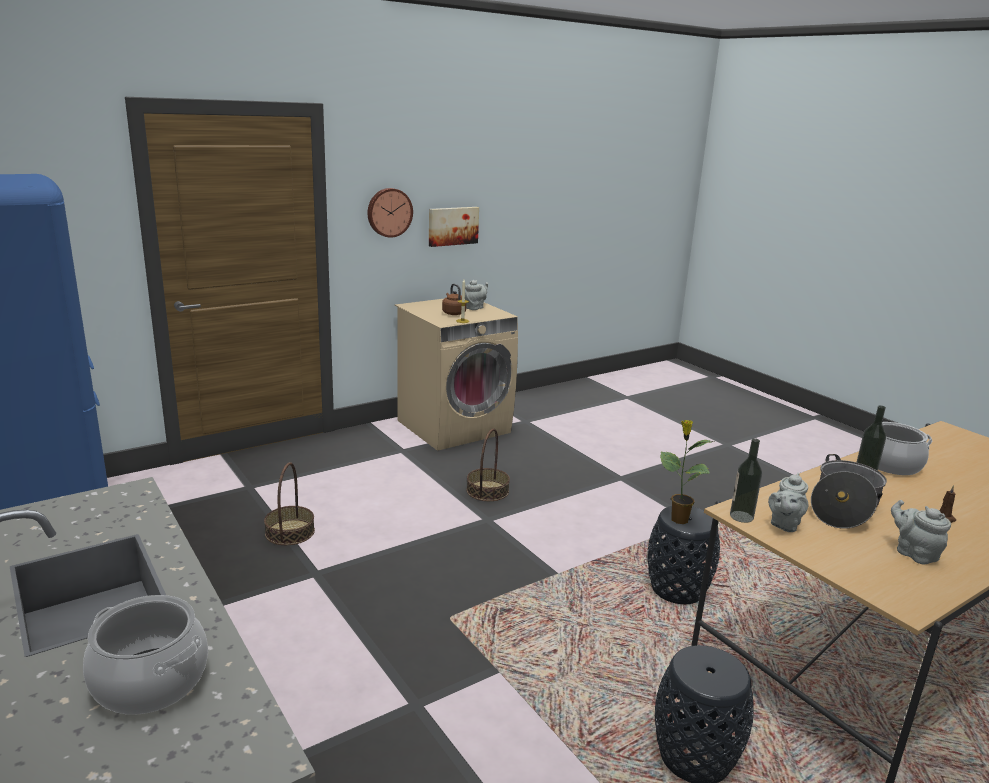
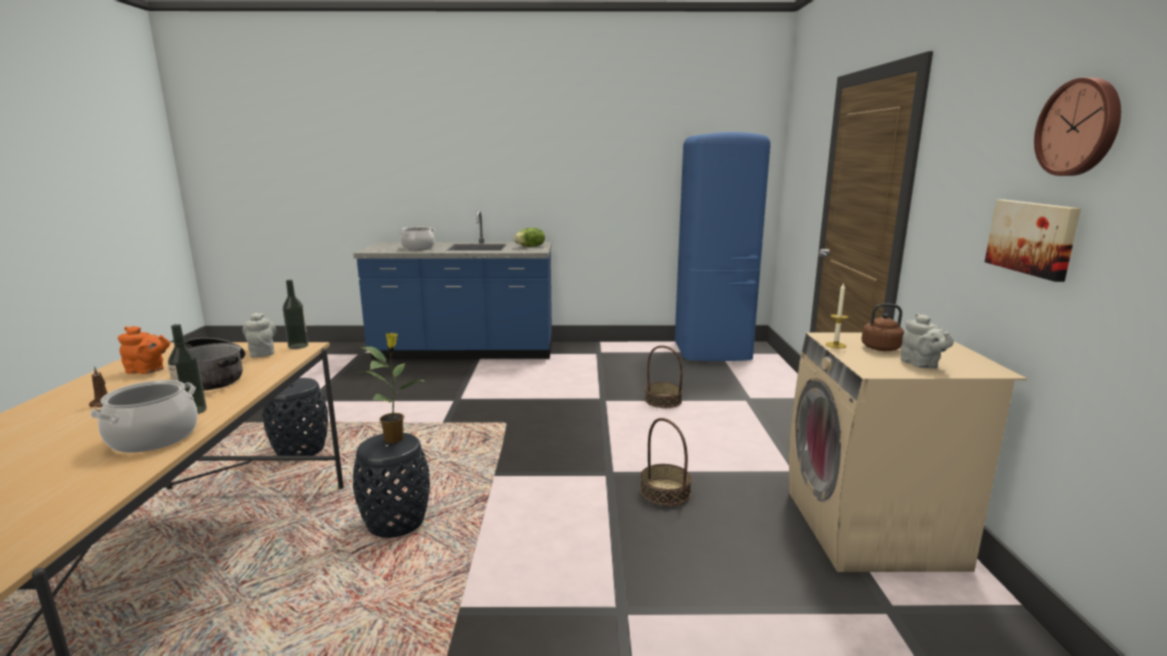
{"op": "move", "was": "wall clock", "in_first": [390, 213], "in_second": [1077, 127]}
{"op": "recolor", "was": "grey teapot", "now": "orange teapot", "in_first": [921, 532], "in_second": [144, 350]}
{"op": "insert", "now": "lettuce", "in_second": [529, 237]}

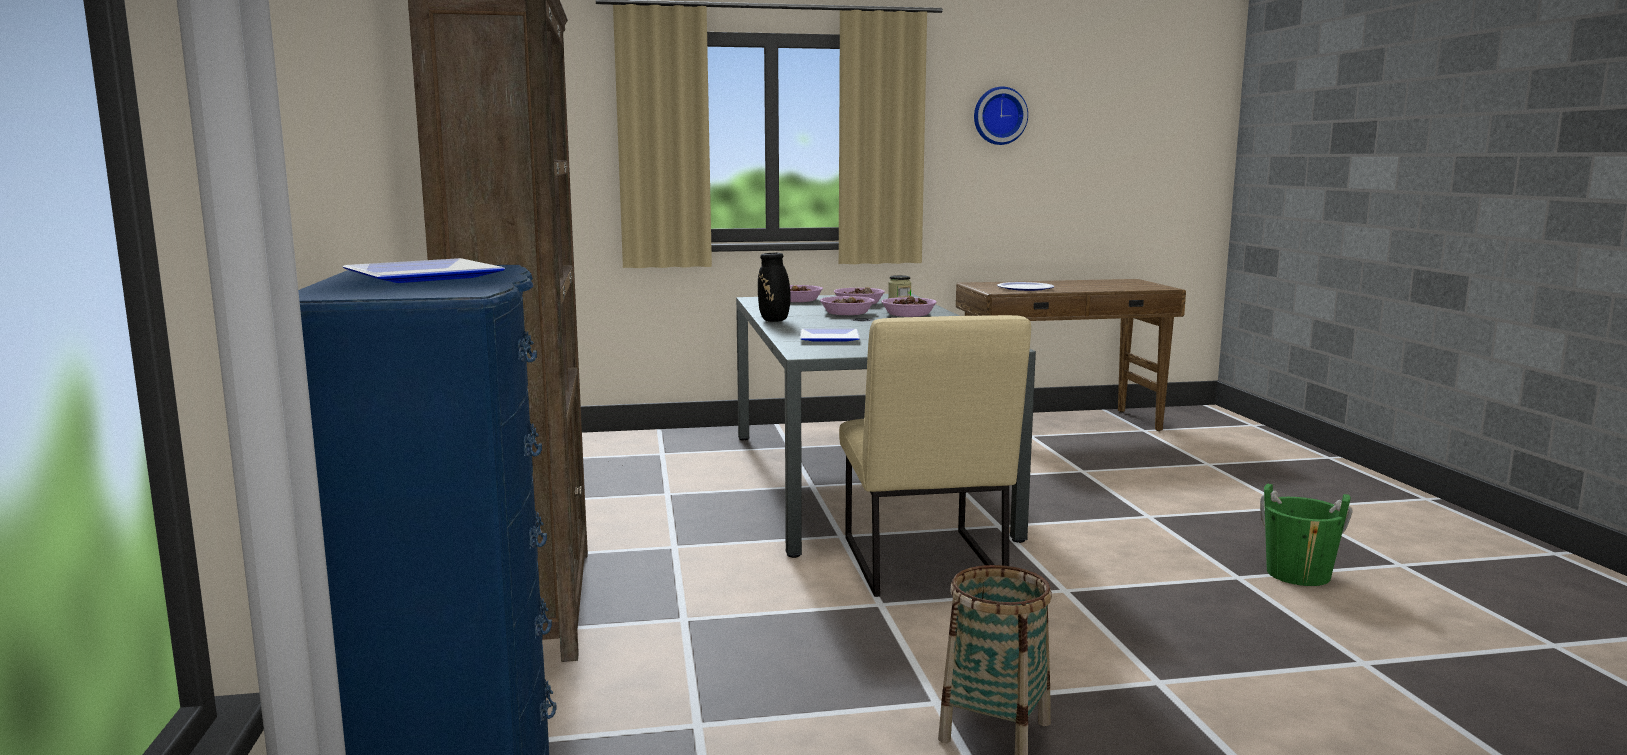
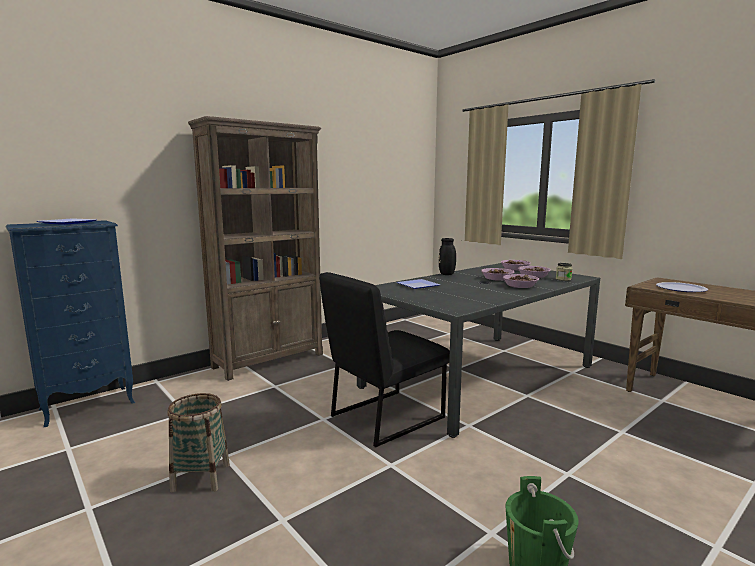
{"op": "recolor", "was": "beige chair", "now": "black chair", "in_first": [935, 456], "in_second": [384, 359]}
{"op": "delete", "was": "wall clock", "in_first": [1001, 115]}

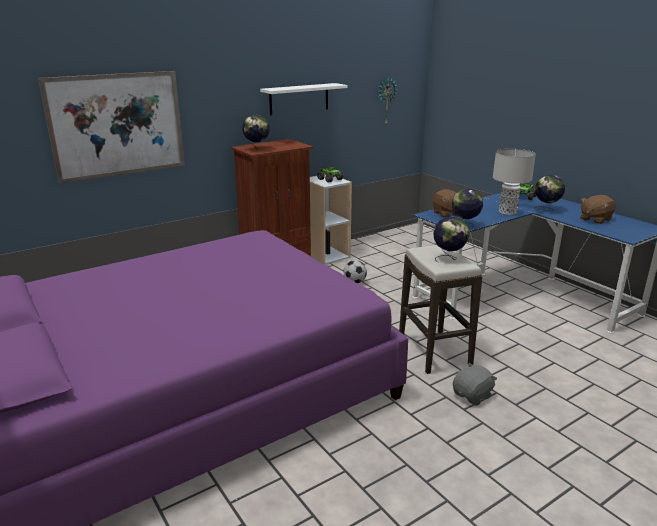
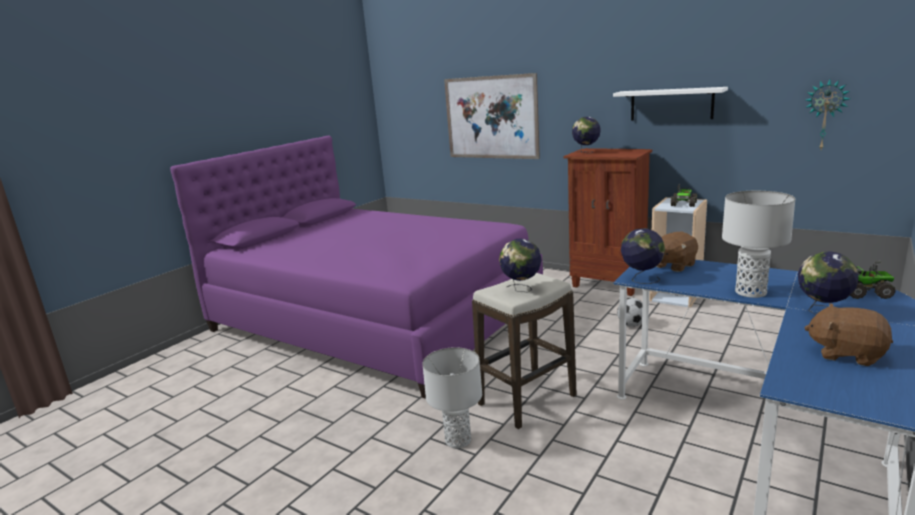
{"op": "replace", "was": "grey plush toy", "now": "white table lamp", "in_first": [475, 384], "in_second": [452, 397]}

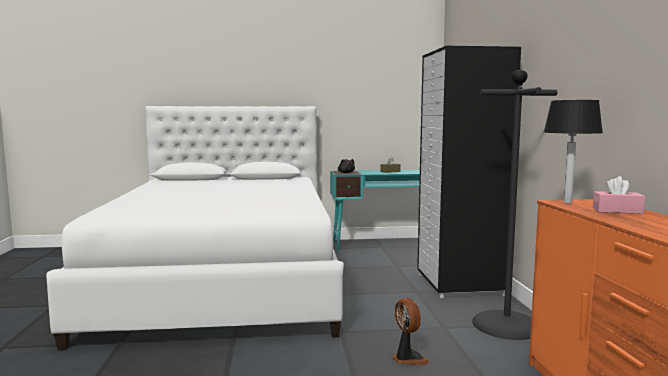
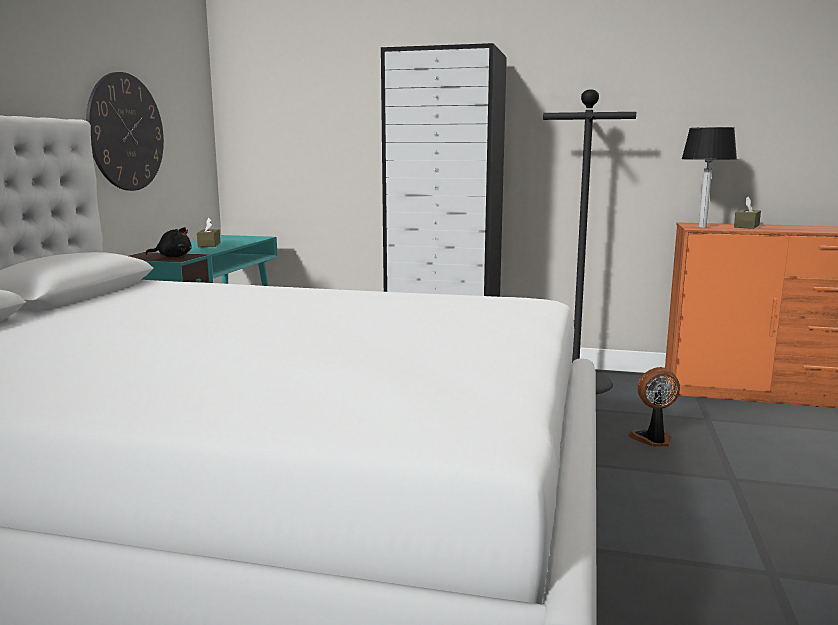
{"op": "recolor", "was": "pink tissue box", "now": "brown tissue box", "in_first": [619, 195], "in_second": [747, 212]}
{"op": "insert", "now": "wall clock", "in_second": [125, 131]}

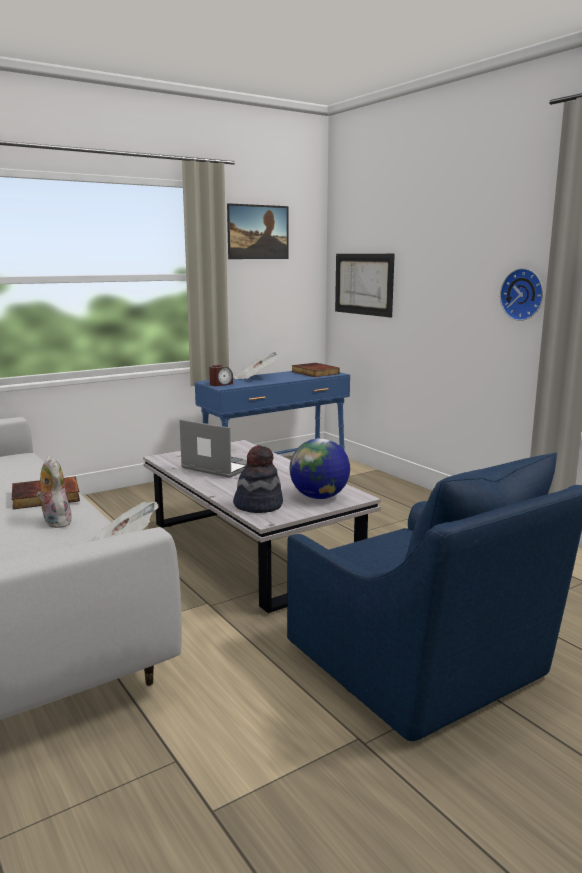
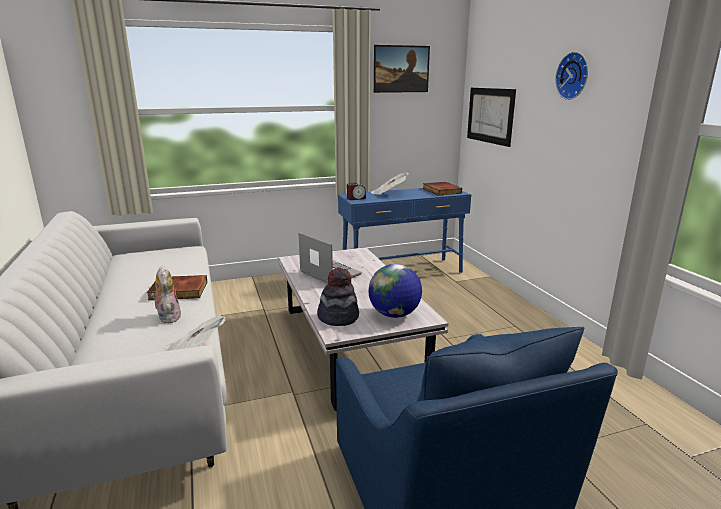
{"op": "move", "was": "wall clock", "in_first": [521, 294], "in_second": [571, 76]}

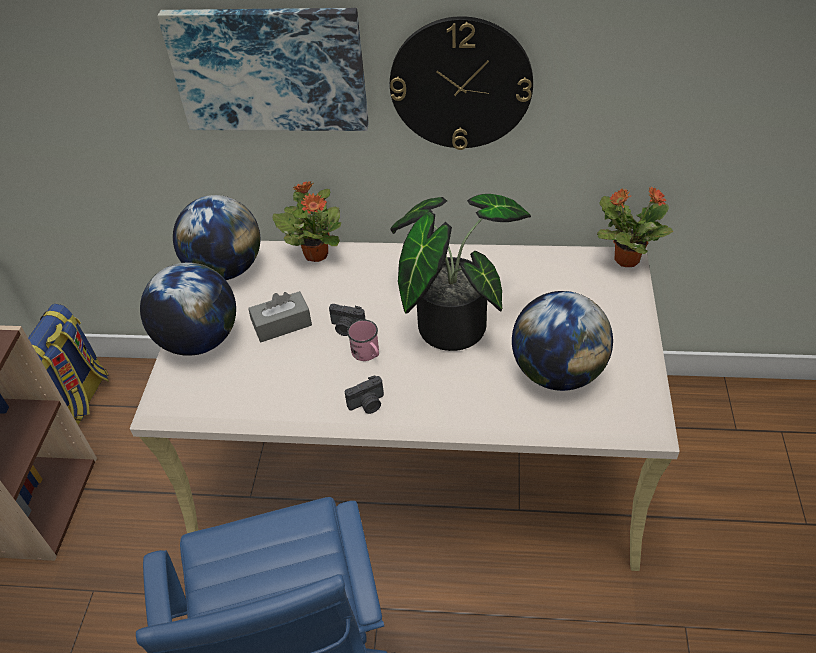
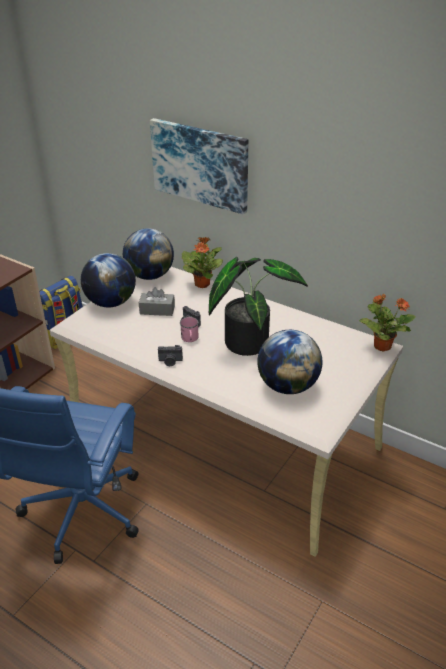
{"op": "delete", "was": "wall clock", "in_first": [461, 83]}

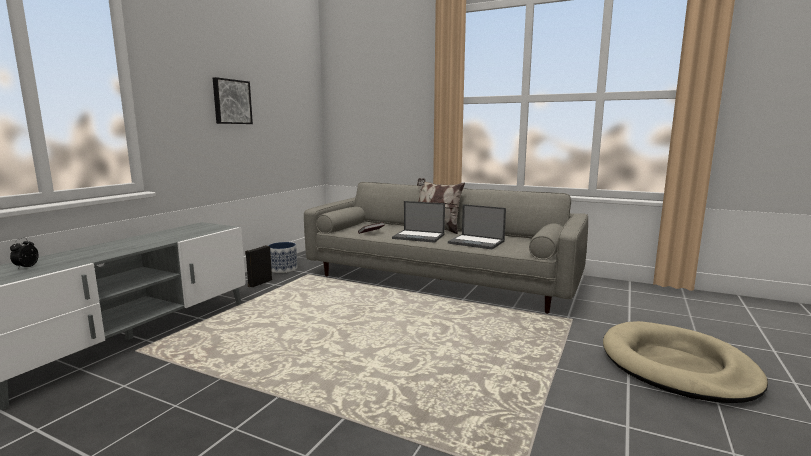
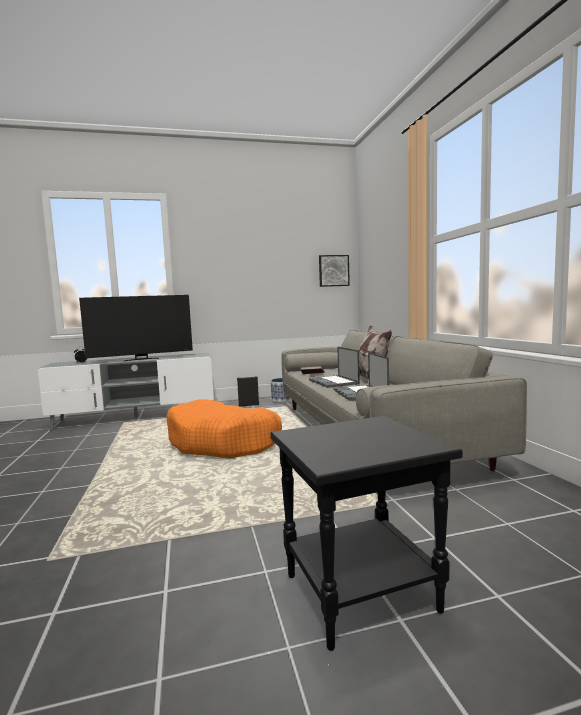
{"op": "move", "was": "picture", "in_first": [233, 100], "in_second": [334, 271]}
{"op": "replace", "was": "beige dog bed", "now": "black side table", "in_first": [685, 362], "in_second": [366, 533]}
{"op": "insert", "now": "television", "in_second": [136, 328]}
{"op": "insert", "now": "orange dog bed", "in_second": [224, 428]}

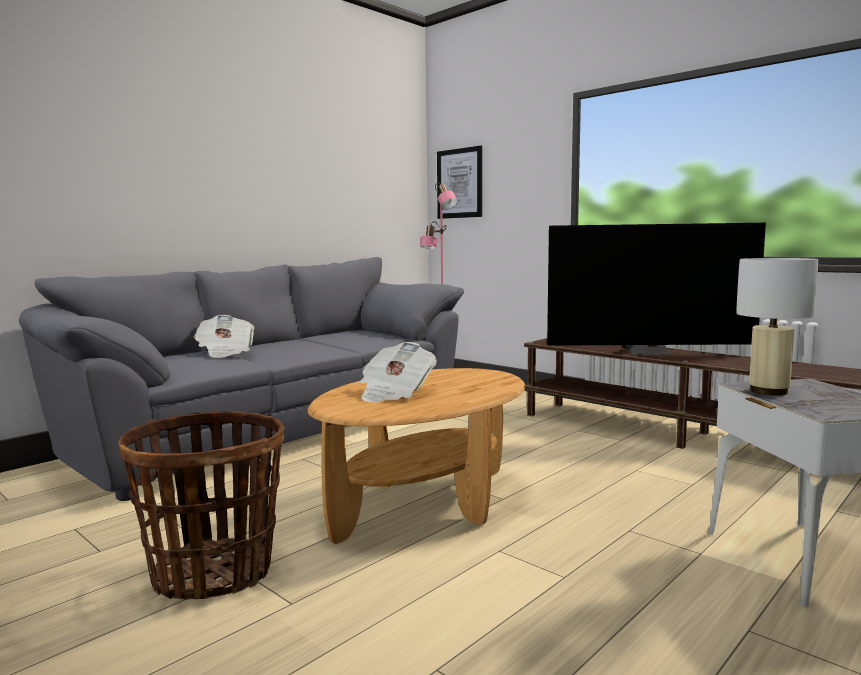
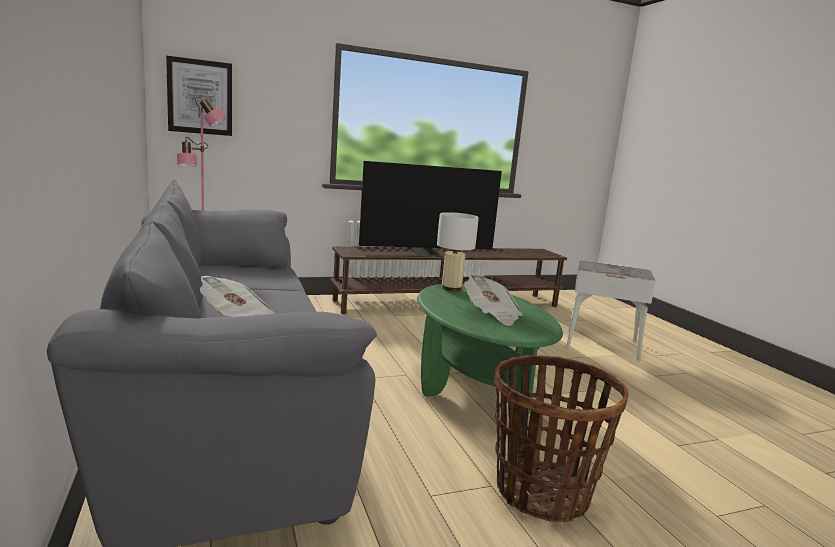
{"op": "recolor", "was": "brown coffee table", "now": "green coffee table", "in_first": [417, 456], "in_second": [490, 350]}
{"op": "rotate", "was": "television", "in_first": [656, 289], "in_second": [430, 208], "clockwise": 45}
{"op": "move", "was": "white table lamp", "in_first": [777, 327], "in_second": [458, 251]}

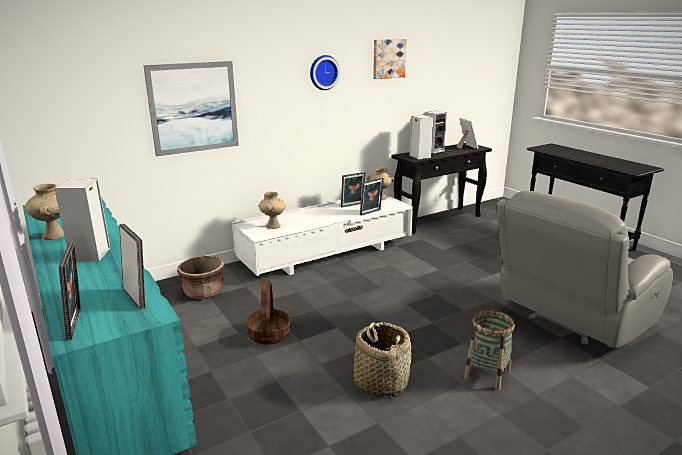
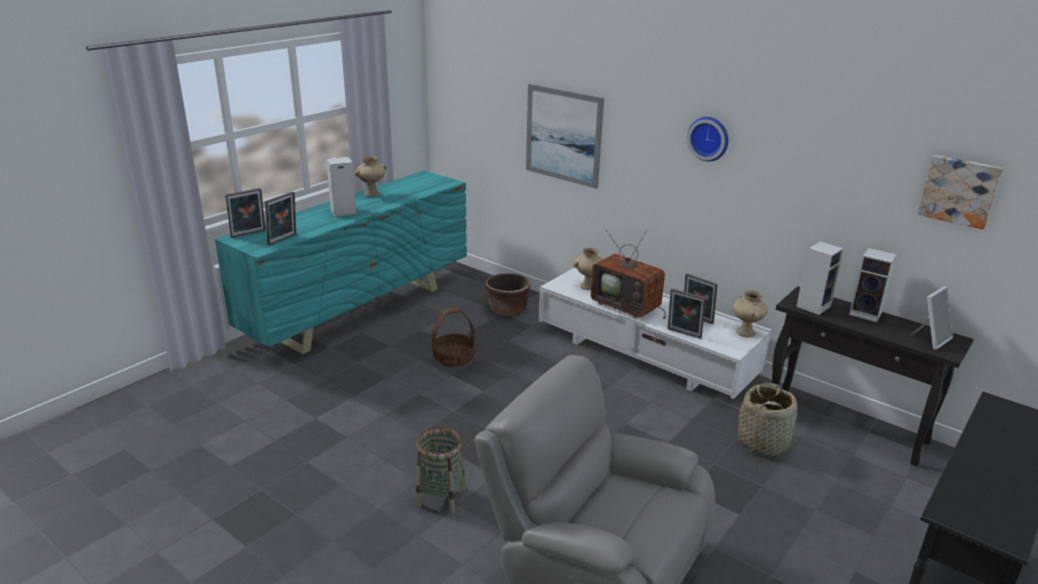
{"op": "move", "was": "basket", "in_first": [382, 359], "in_second": [767, 420]}
{"op": "move", "was": "picture", "in_first": [390, 59], "in_second": [960, 192]}
{"op": "insert", "now": "television", "in_second": [628, 274]}

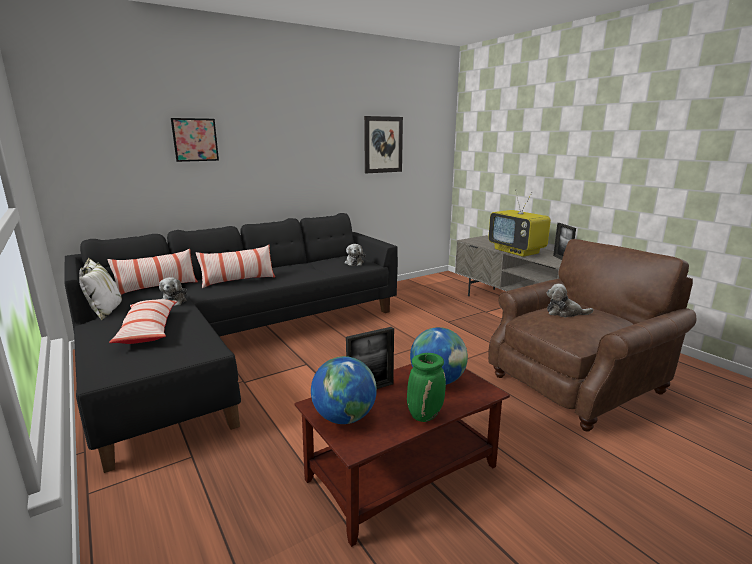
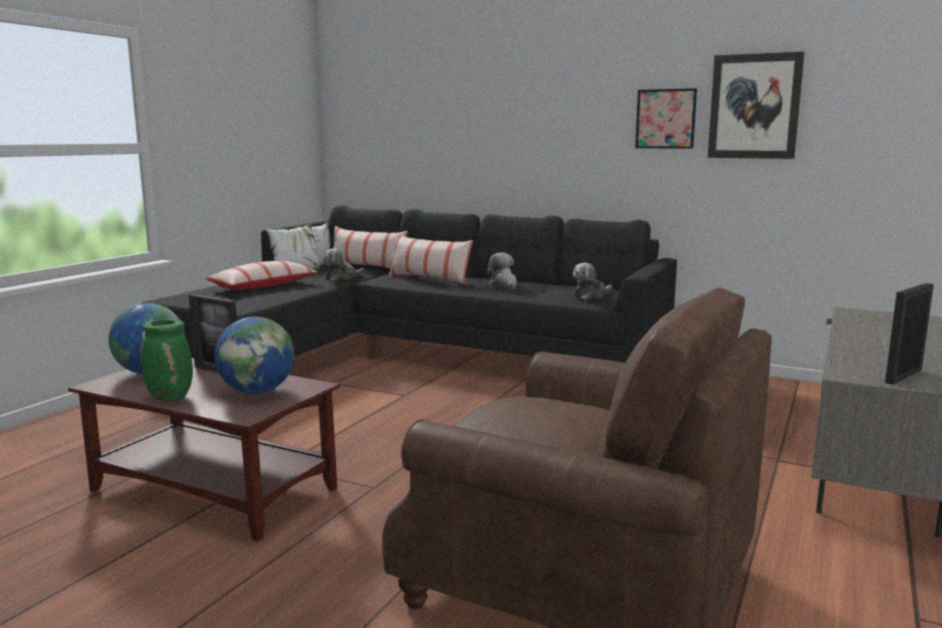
{"op": "move", "was": "picture", "in_first": [195, 140], "in_second": [666, 118]}
{"op": "delete", "was": "television", "in_first": [519, 223]}
{"op": "move", "was": "plush toy", "in_first": [570, 300], "in_second": [502, 271]}

